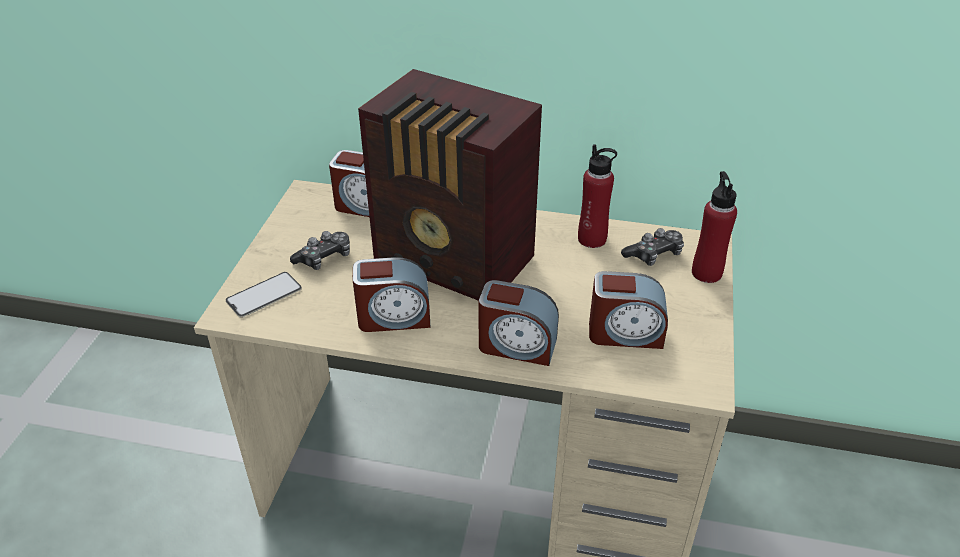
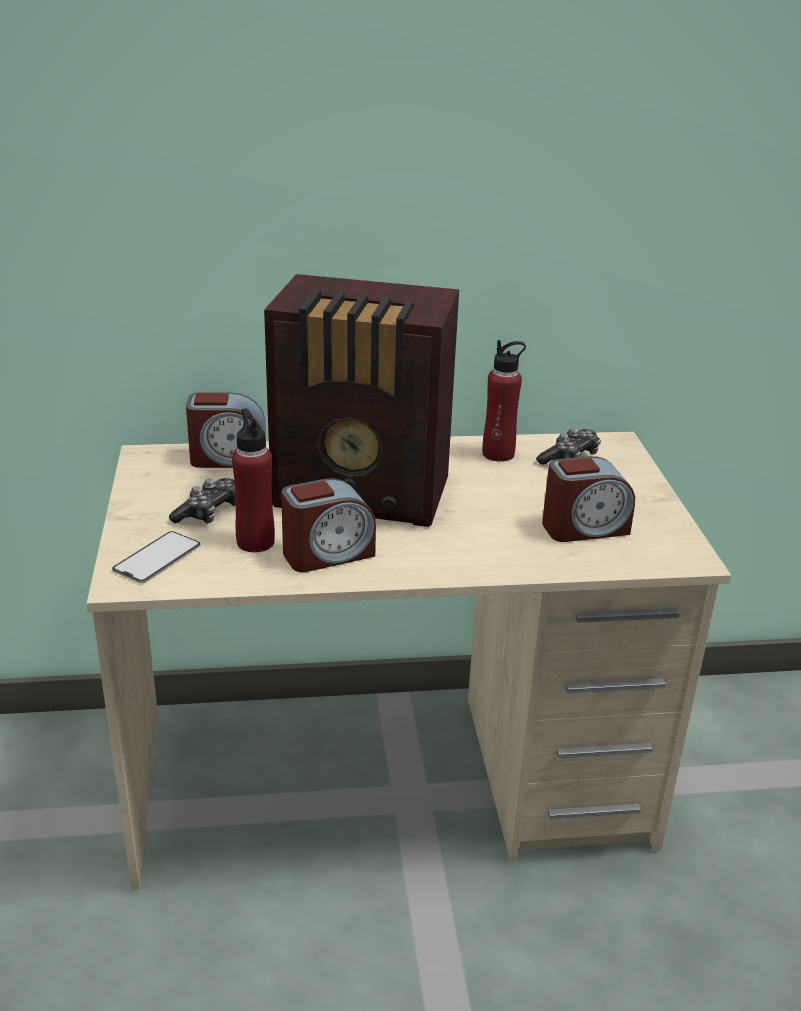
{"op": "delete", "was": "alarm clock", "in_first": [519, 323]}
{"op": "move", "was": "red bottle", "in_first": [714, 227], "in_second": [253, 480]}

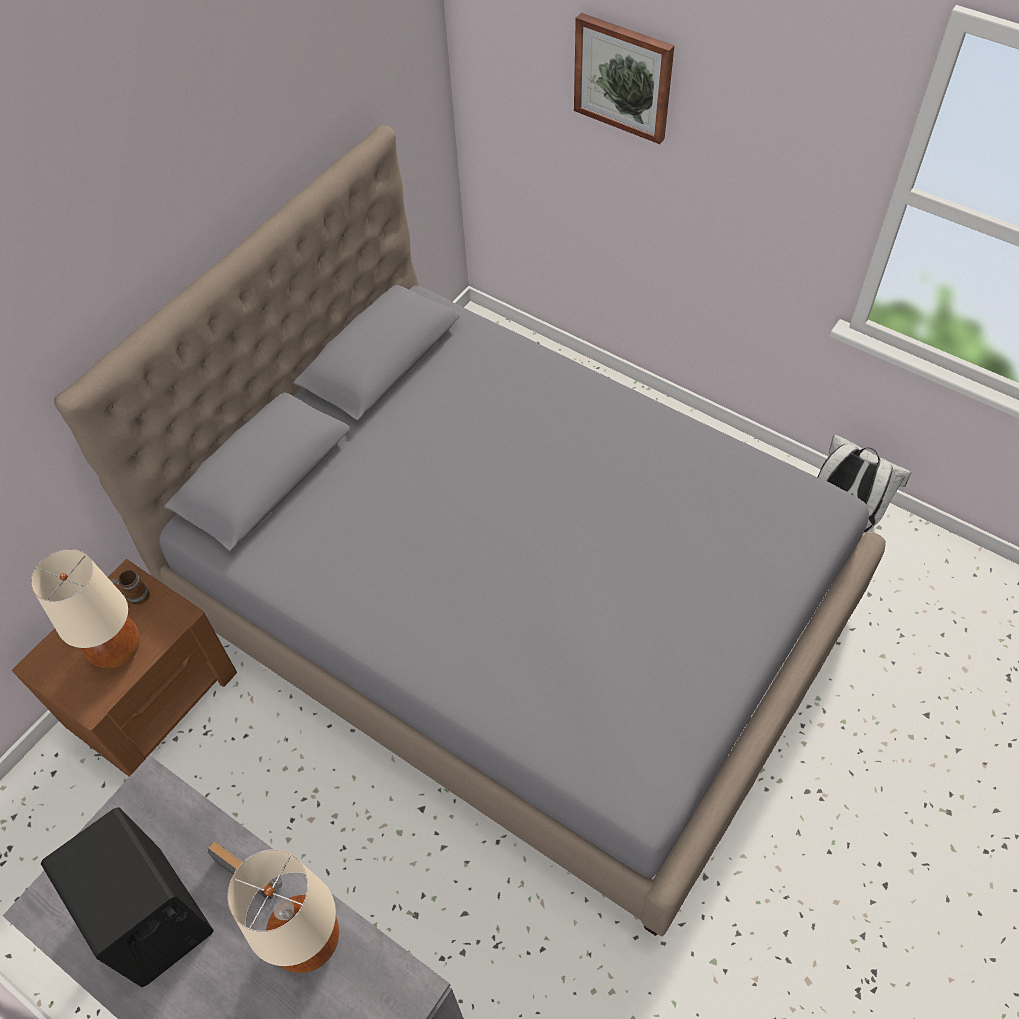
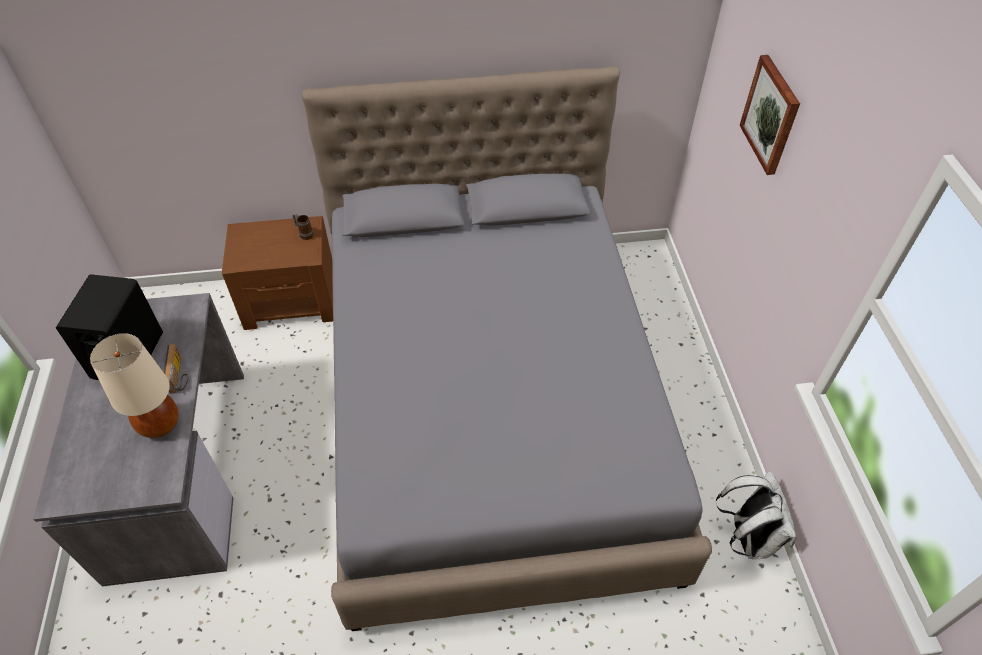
{"op": "delete", "was": "beige table lamp", "in_first": [85, 608]}

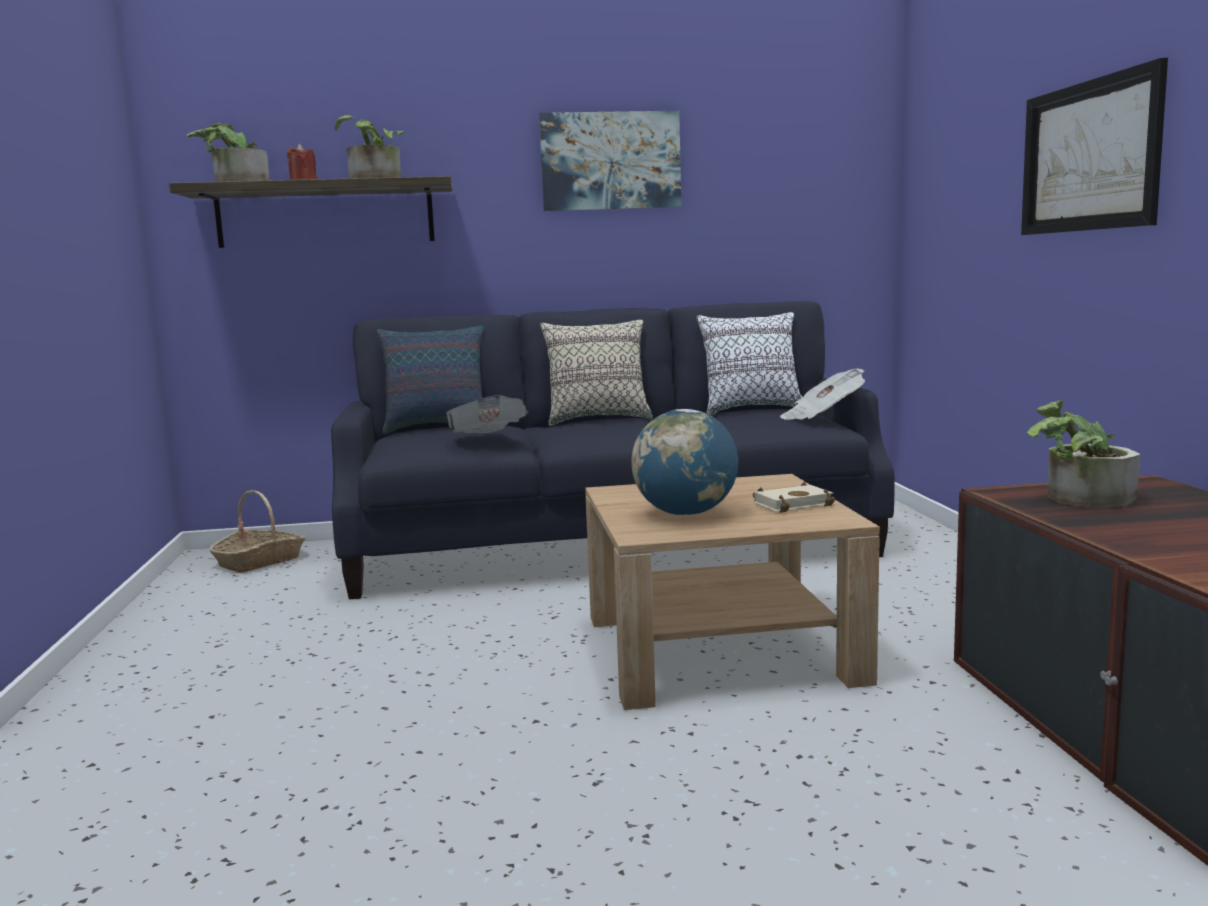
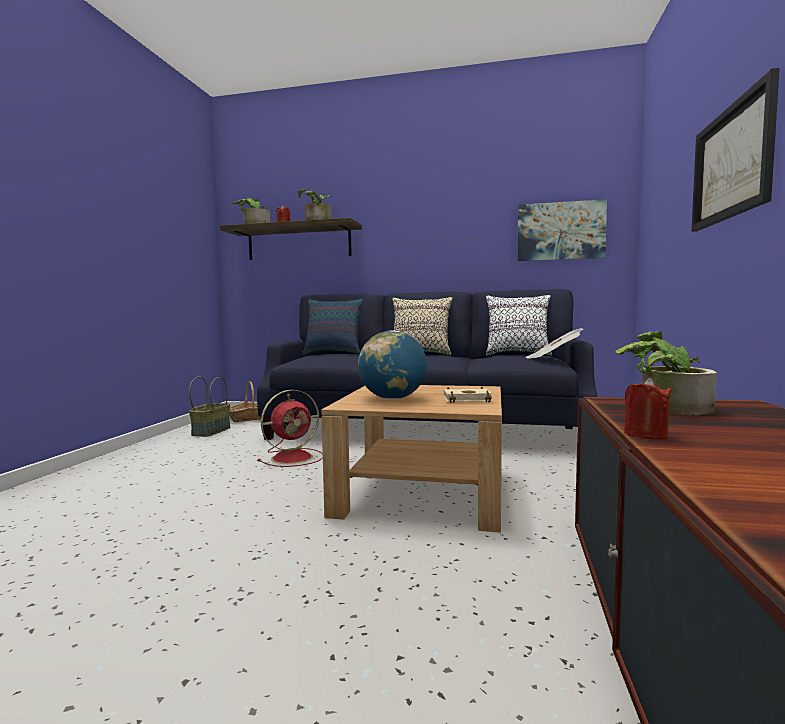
{"op": "delete", "was": "newspaper", "in_first": [487, 414]}
{"op": "move", "was": "picture", "in_first": [610, 161], "in_second": [562, 230]}
{"op": "insert", "now": "basket", "in_second": [209, 406]}
{"op": "insert", "now": "red fan", "in_second": [290, 428]}
{"op": "insert", "now": "red candle", "in_second": [647, 409]}

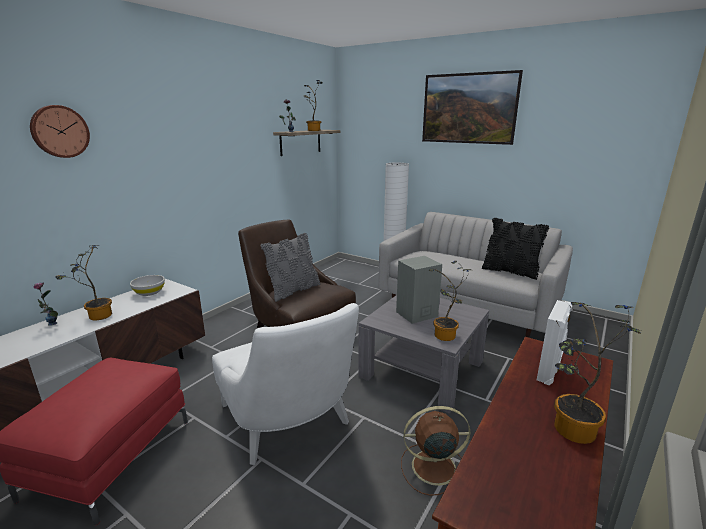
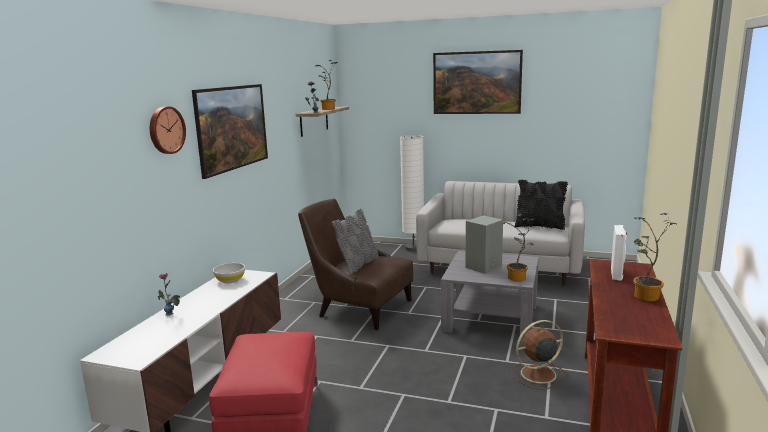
{"op": "delete", "was": "potted plant", "in_first": [83, 282]}
{"op": "delete", "was": "white armchair", "in_first": [285, 384]}
{"op": "insert", "now": "picture", "in_second": [230, 131]}

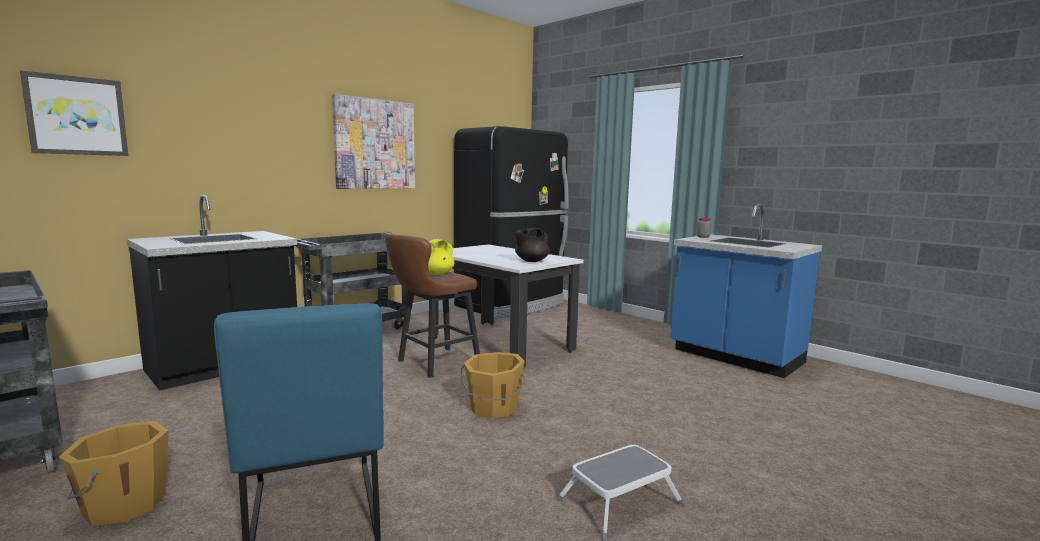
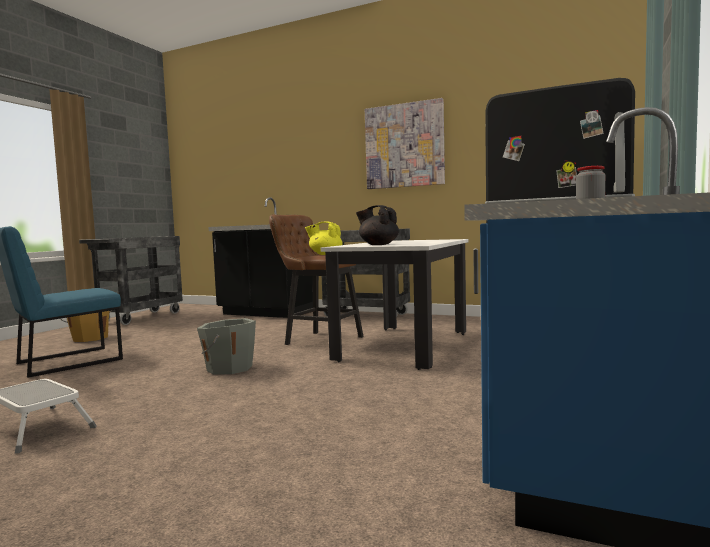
{"op": "delete", "was": "picture", "in_first": [74, 113]}
{"op": "recolor", "was": "orange bucket", "now": "grey bucket", "in_first": [493, 385], "in_second": [226, 346]}

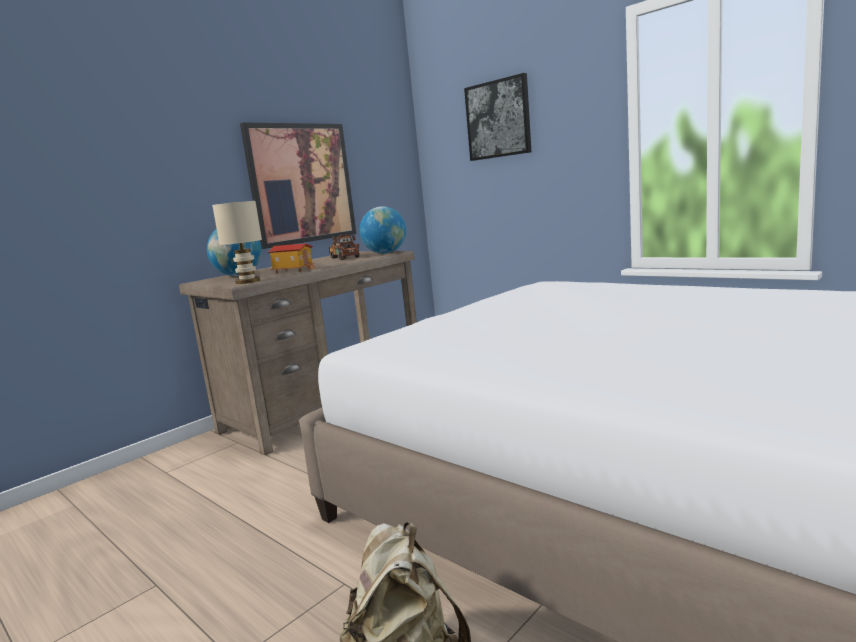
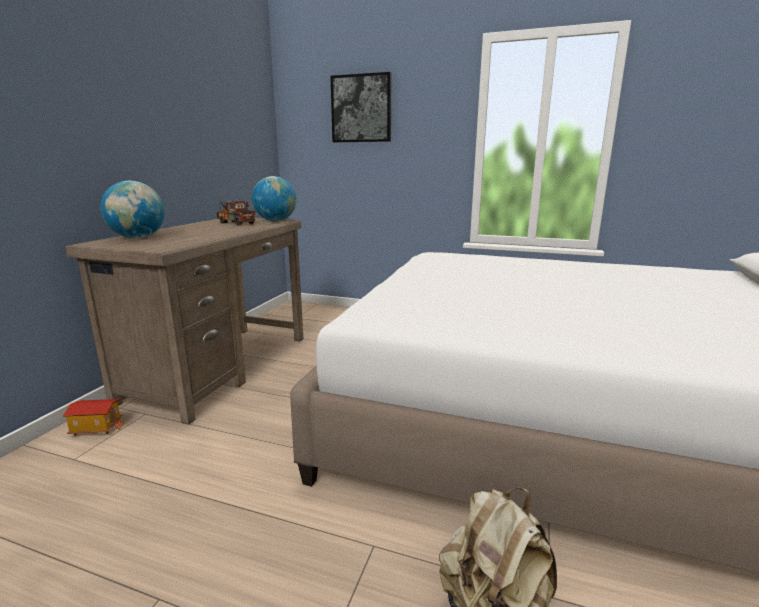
{"op": "delete", "was": "beige table lamp", "in_first": [237, 242]}
{"op": "delete", "was": "picture", "in_first": [298, 185]}
{"op": "move", "was": "toy house", "in_first": [291, 258], "in_second": [94, 417]}

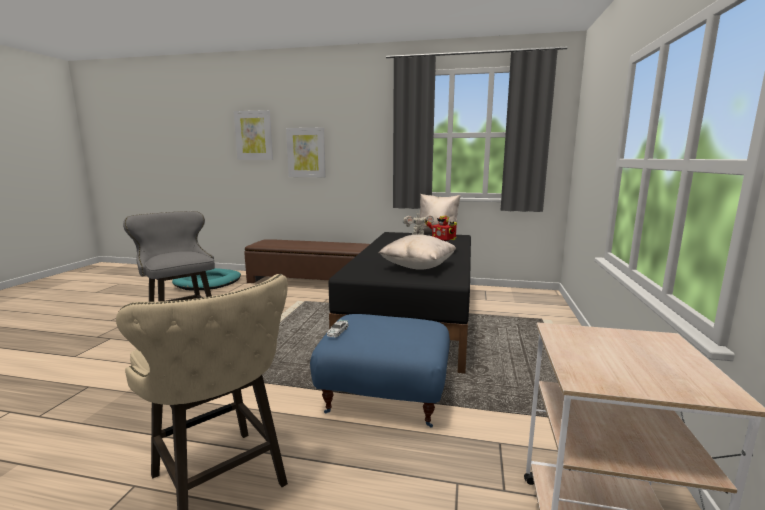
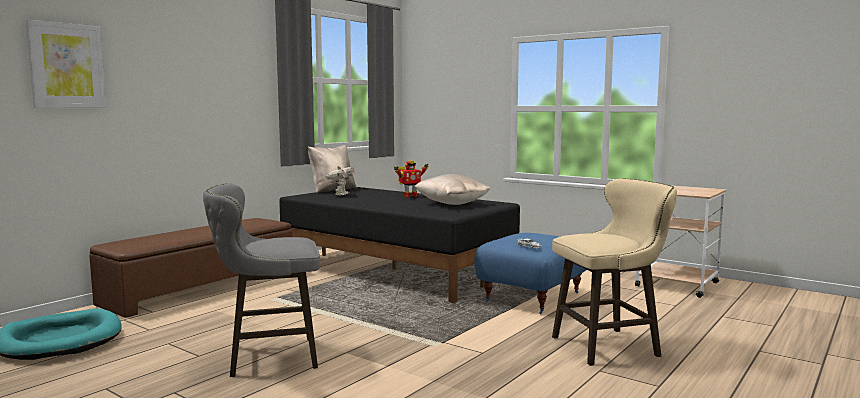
{"op": "delete", "was": "picture", "in_first": [306, 152]}

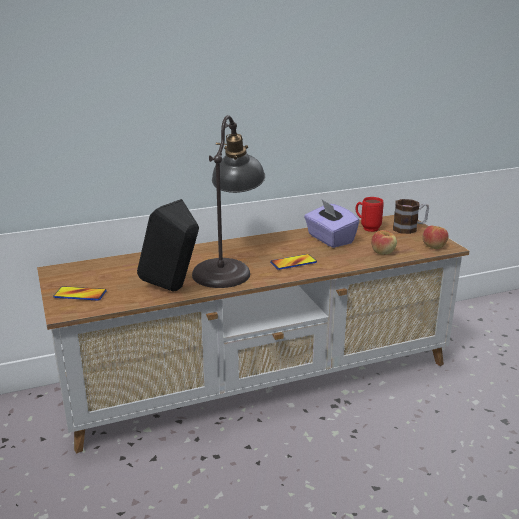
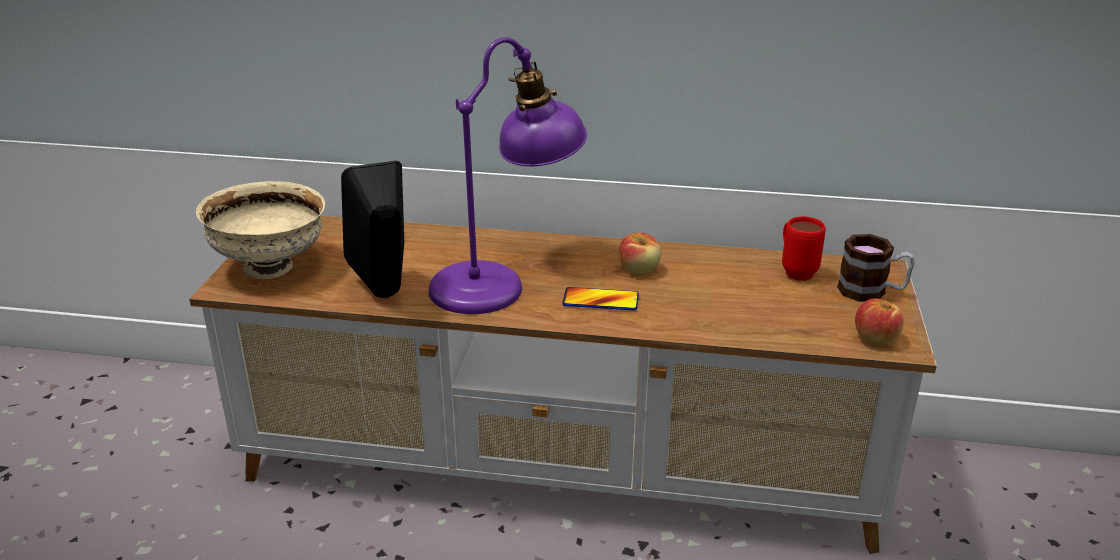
{"op": "replace", "was": "phone", "now": "beige bowl", "in_first": [80, 293], "in_second": [260, 230]}
{"op": "recolor", "was": "grey table lamp", "now": "purple table lamp", "in_first": [228, 201], "in_second": [508, 175]}
{"op": "delete", "was": "purple tissue box", "in_first": [332, 224]}
{"op": "move", "was": "apple", "in_first": [384, 242], "in_second": [640, 253]}

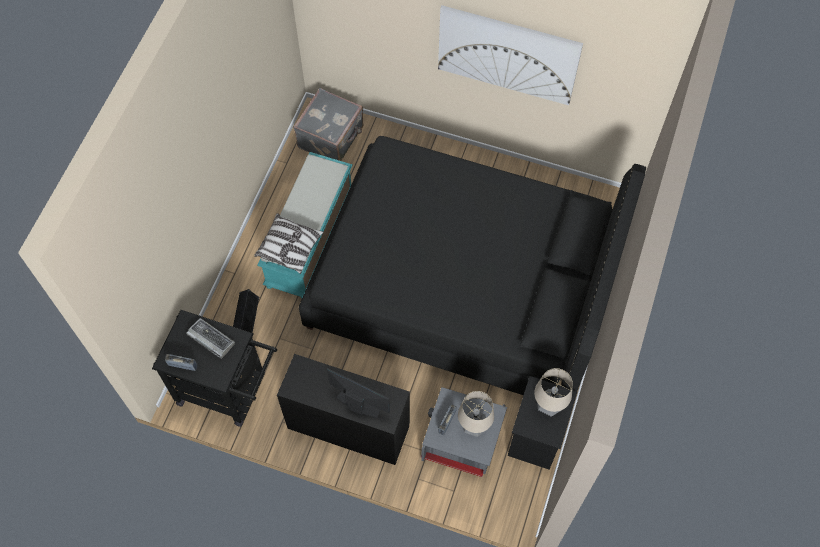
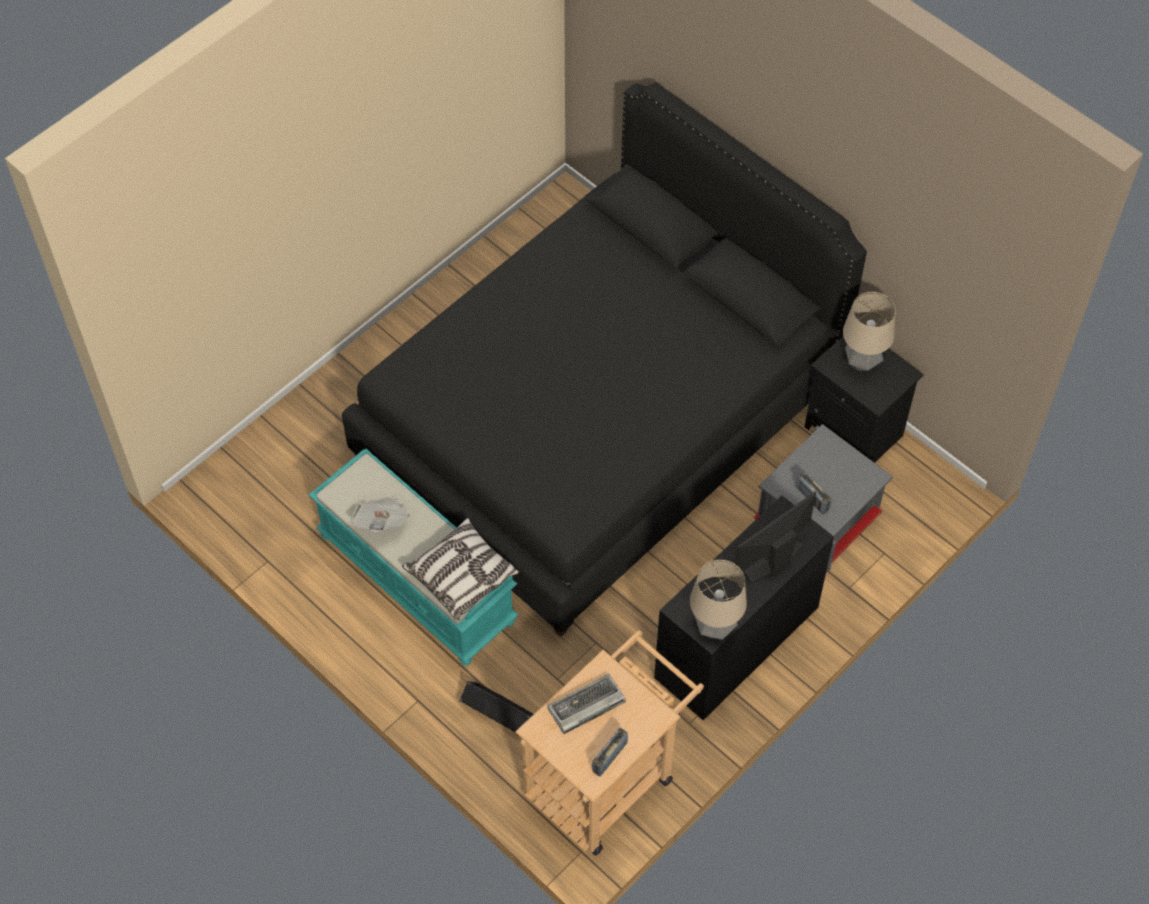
{"op": "recolor", "was": "black cart", "now": "beige cart", "in_first": [214, 368], "in_second": [609, 742]}
{"op": "delete", "was": "grey suitcase", "in_first": [328, 124]}
{"op": "delete", "was": "picture", "in_first": [510, 55]}
{"op": "move", "was": "table lamp", "in_first": [476, 414], "in_second": [718, 599]}
{"op": "insert", "now": "newspaper", "in_second": [380, 514]}

